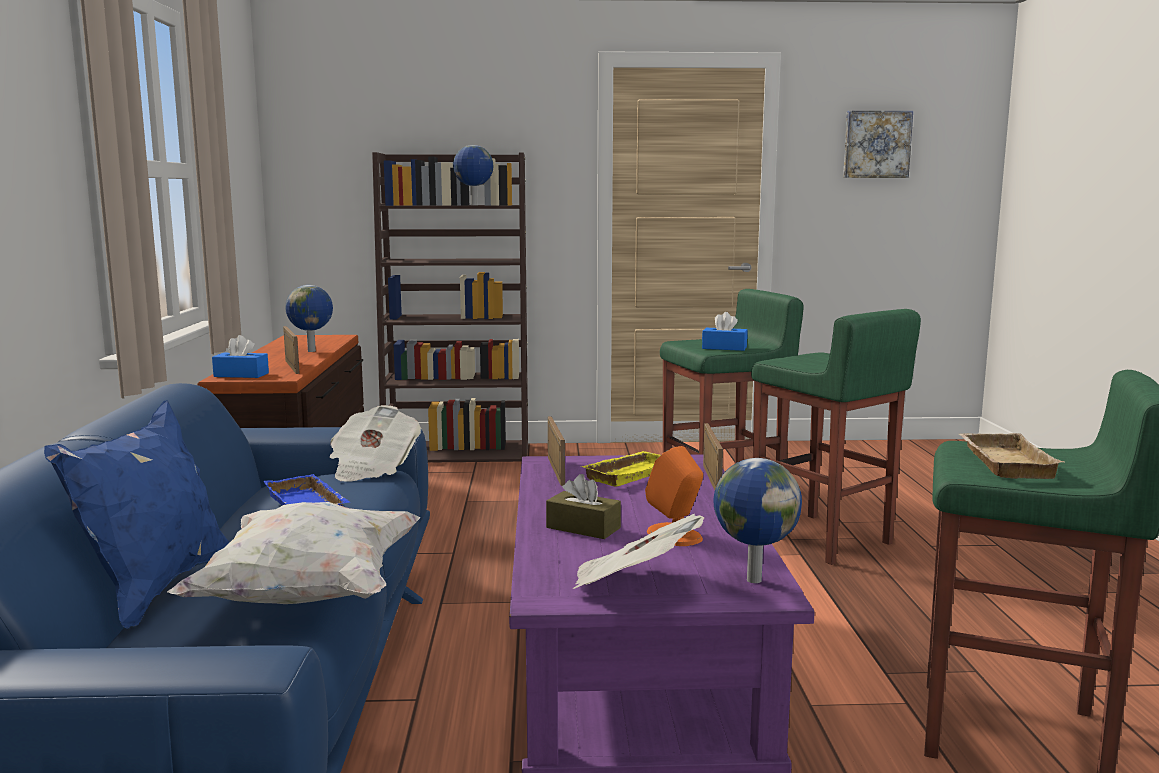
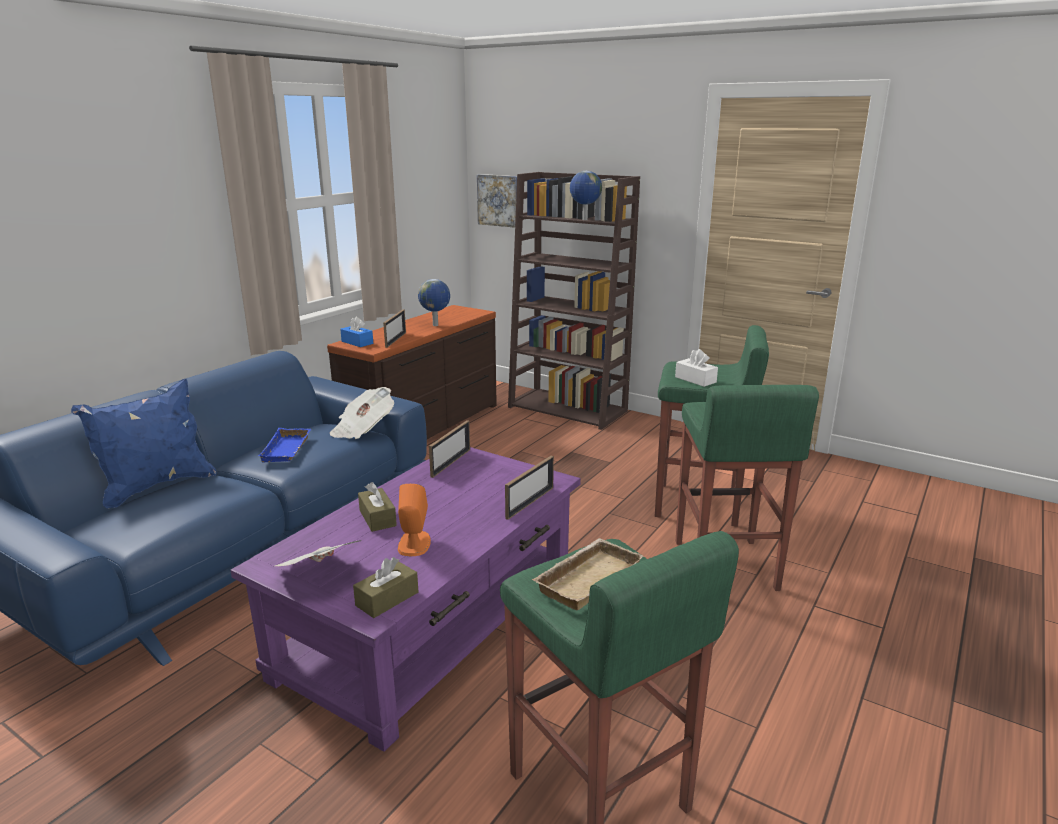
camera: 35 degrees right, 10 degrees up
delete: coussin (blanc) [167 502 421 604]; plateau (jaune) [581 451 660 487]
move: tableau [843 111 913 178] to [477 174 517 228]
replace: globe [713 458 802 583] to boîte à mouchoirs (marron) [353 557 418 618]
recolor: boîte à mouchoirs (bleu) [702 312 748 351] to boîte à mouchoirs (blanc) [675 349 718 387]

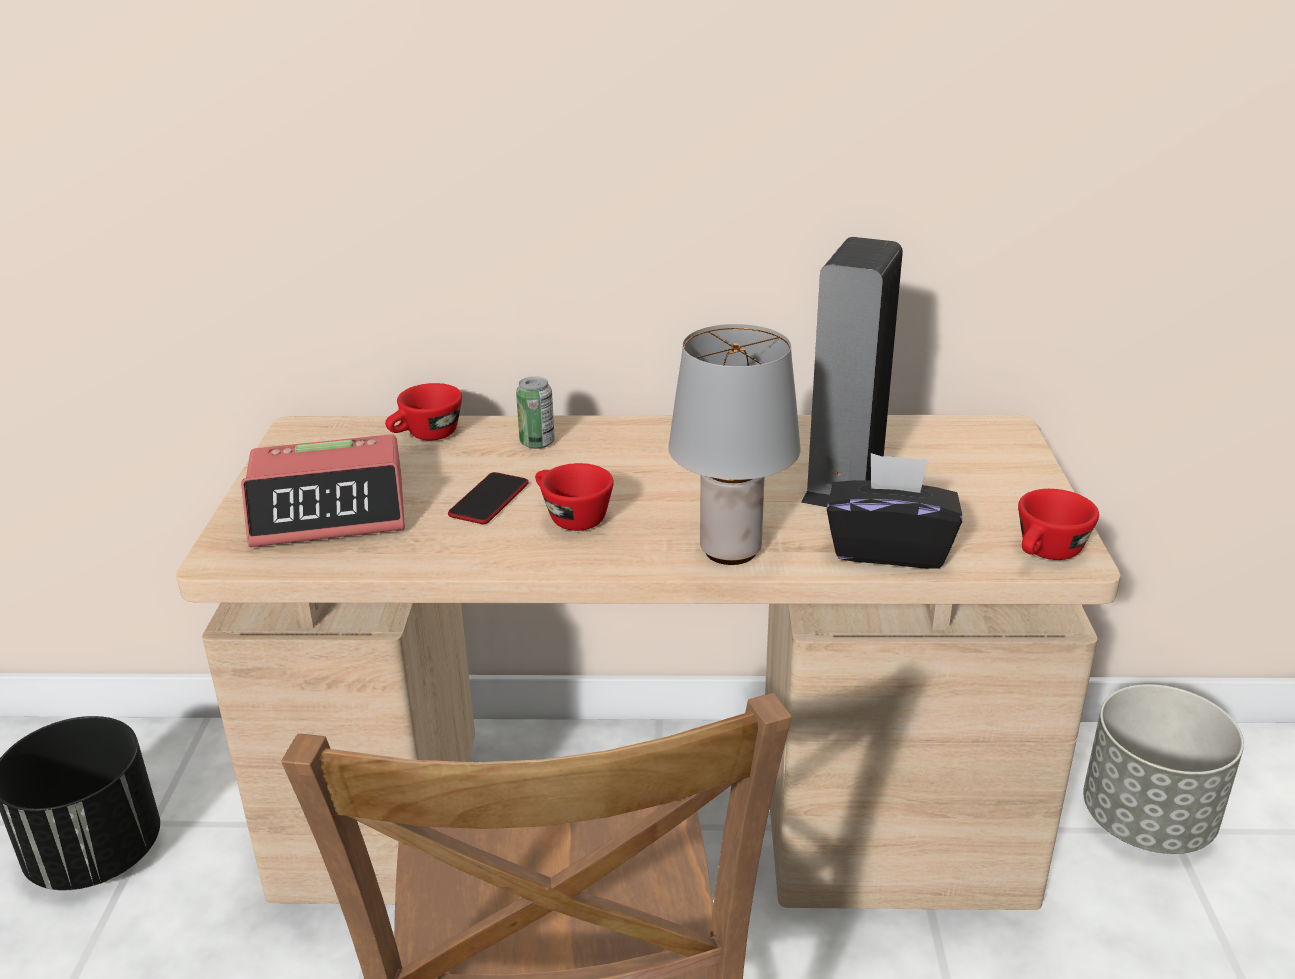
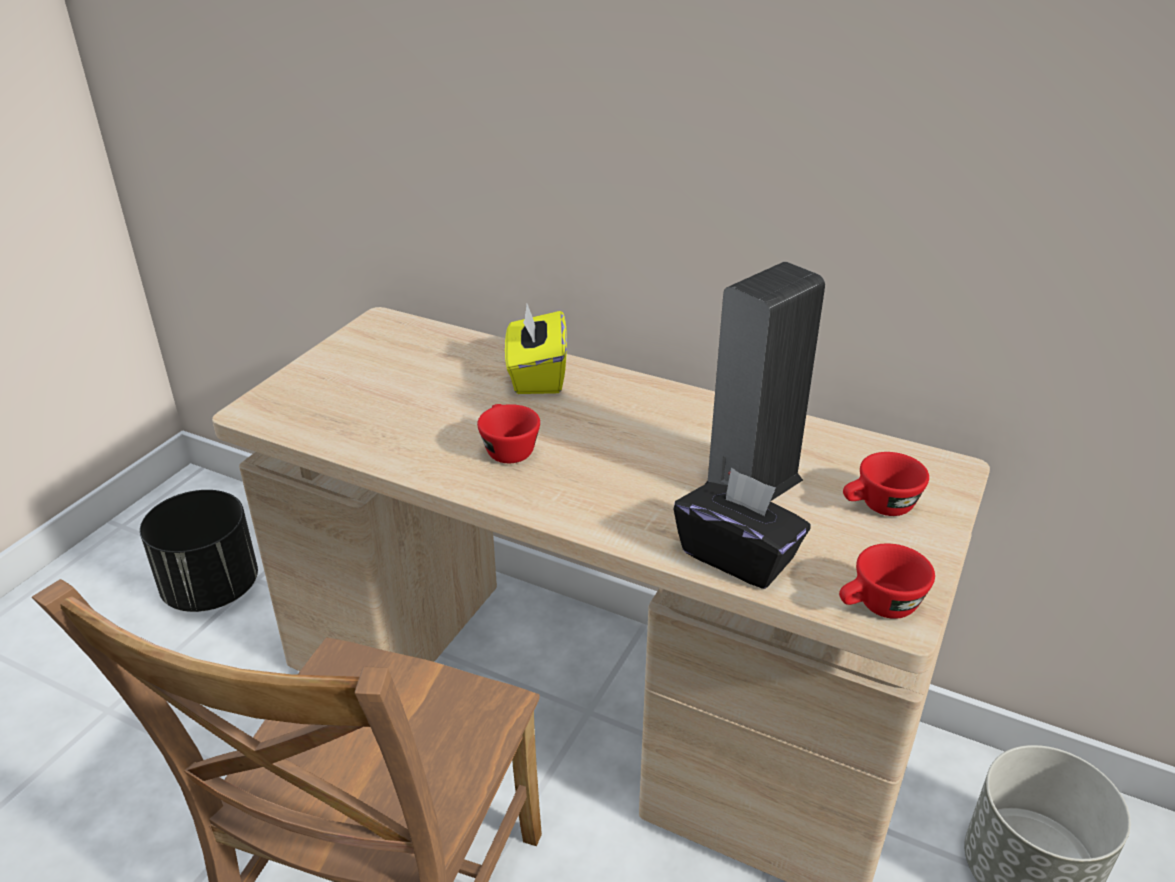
camera: 25 degrees right, 5 degrees up
delete: réveil [241 434 405 547]; téléphone [448 472 528 524]; lampe de table (gris) [669 324 801 565]
move: tasse (rouge) [385 383 462 441] to [843 452 929 516]
replace: boîte métallique [516 376 555 449] to boîte à mouchoirs (jaune) [505 304 567 394]

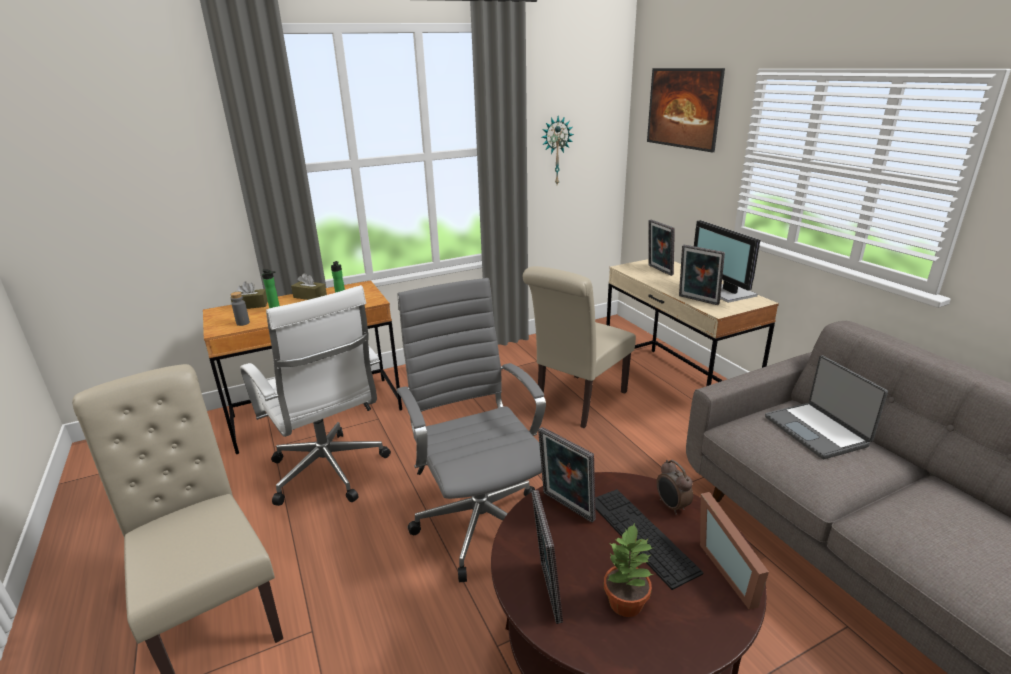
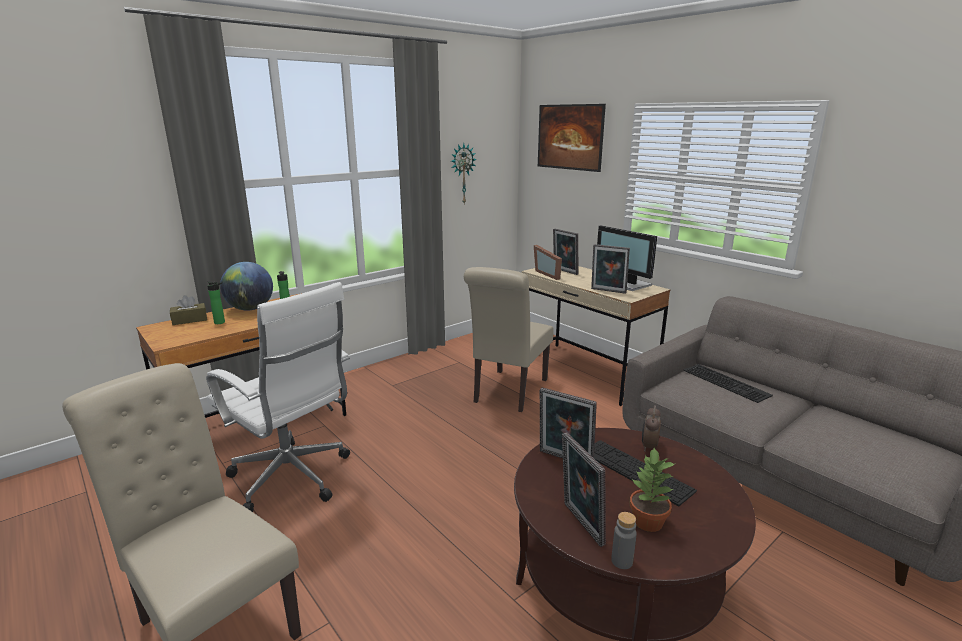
camera: 15 degrees left, 5 degrees down
delete: chaise de bureau (gris) [397 278 546 582]
move: bouteille (gris) [230 292 250 326] to [611 512 637 569]; cadre photo [700 492 769 610] to [534 245 562 280]
replace: boîte à mouchoirs (marron) [291 273 327 300] to globe [220 262 273 311]; ordinateur portable [765 355 888 459] to clavier [683 364 773 403]
rotate: réveil [656 460 693 515] = [642 405 661 452] 60 degrees clockwise

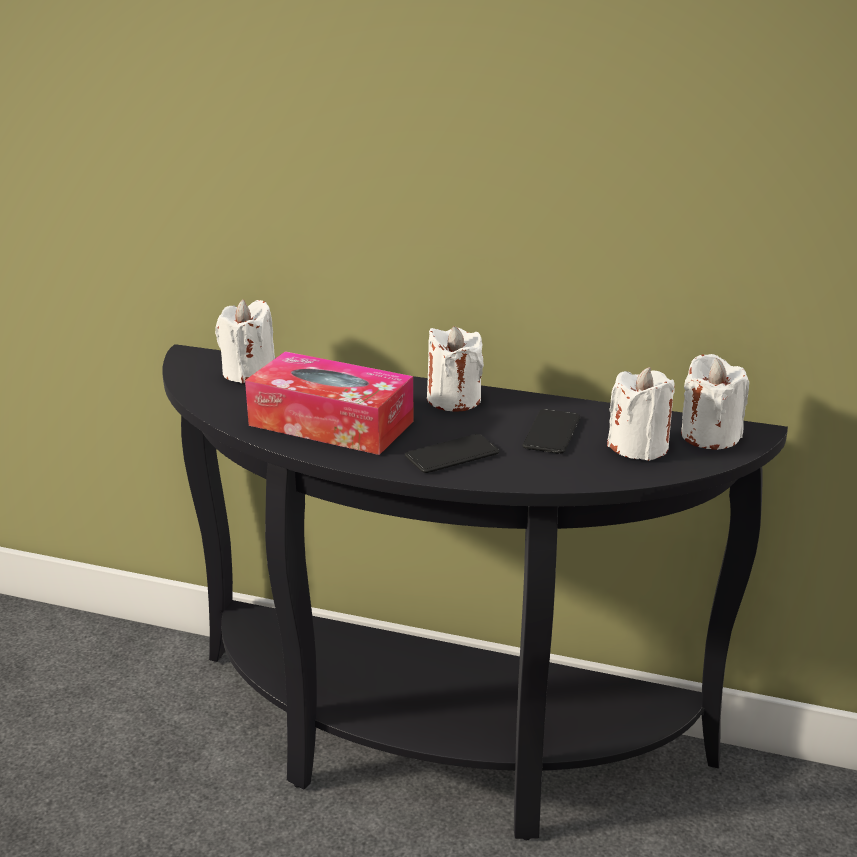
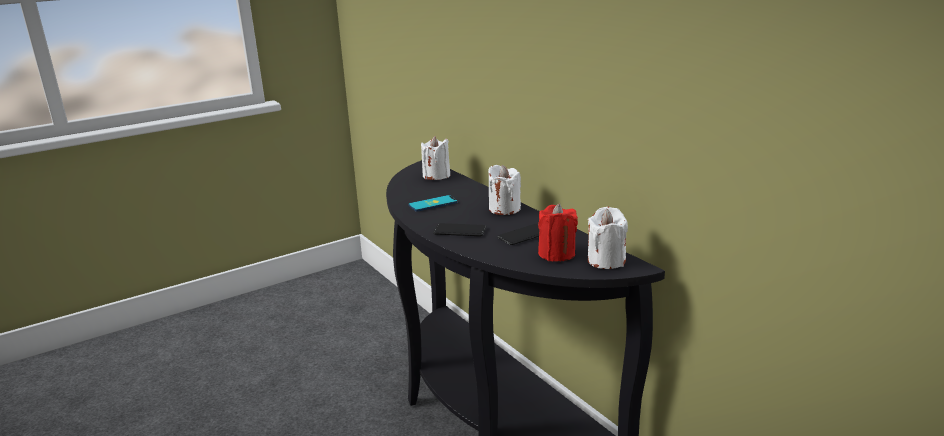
camera: 40 degrees right, 5 degrees down
replace: boîte à mouchoirs [245 351 414 455] to téléphone [408 195 458 212]
recolor: bougie (blanc) [607 367 675 461] to bougie (rouge) [538 204 578 261]

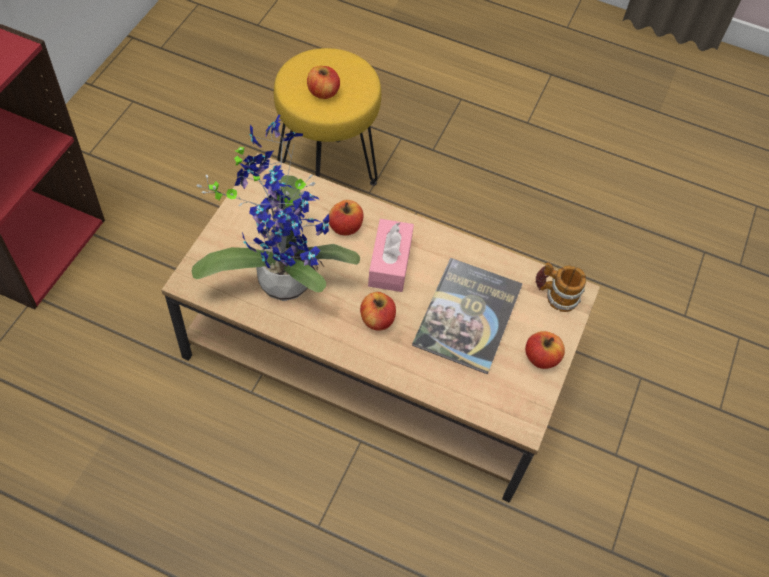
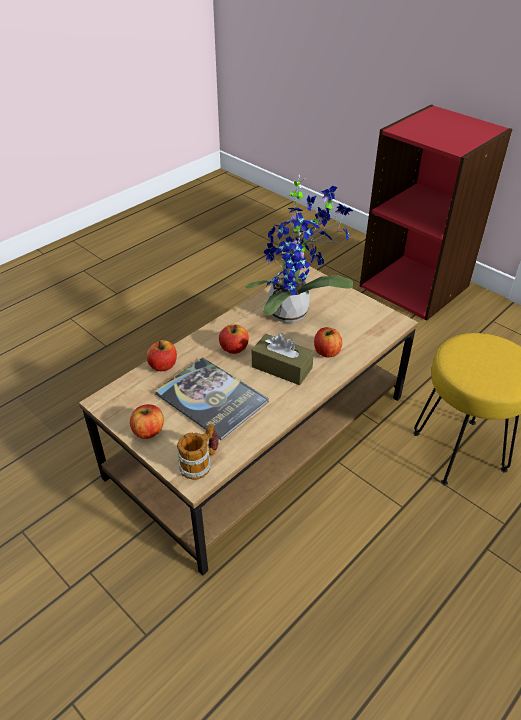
camera: 115 degrees right, 15 degrees down
move: pomme [307 66 340 99] to [147 340 177 371]
recolor: boîte à mouchoirs (rose) [368 219 414 292] to boîte à mouchoirs (marron) [252 333 314 385]

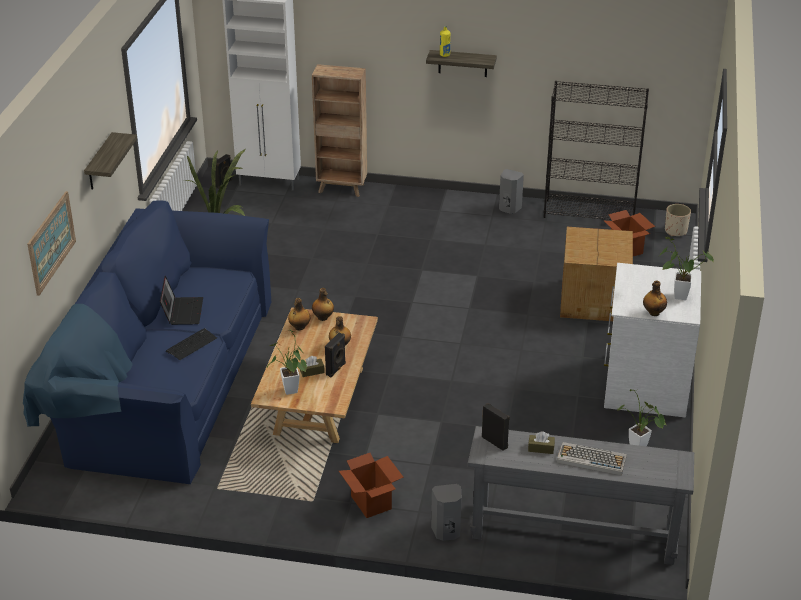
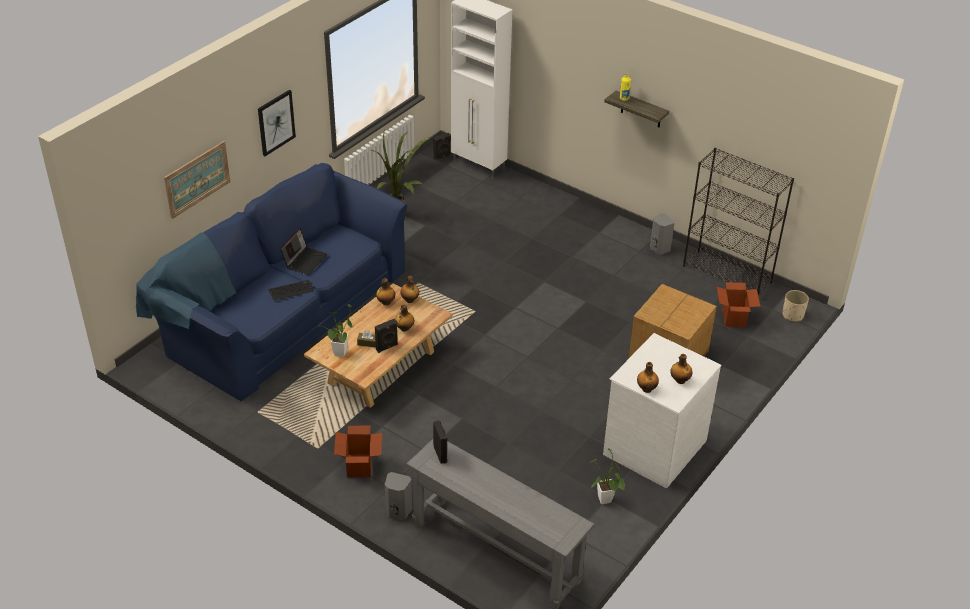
camera: 25 degrees right, 5 degrees up
delete: bibliothèque (marron) [312 64 367 197]; boîte à mouchoirs (marron) [528 431 555 454]; clavier [557 442 627 476]
replace: étagère [84 132 137 190] to tableau [258 90 296 156]; plante en pot [658 236 714 300] to bouteille [670 354 692 384]

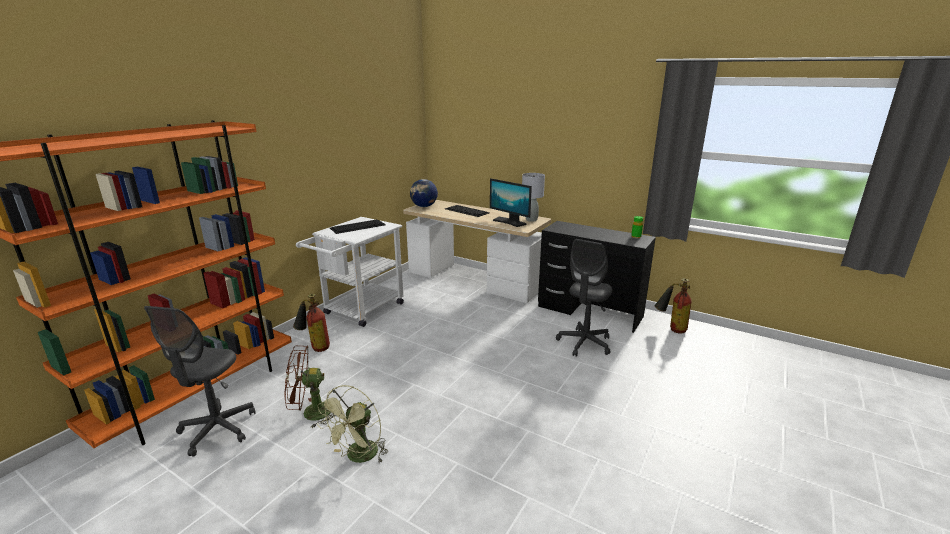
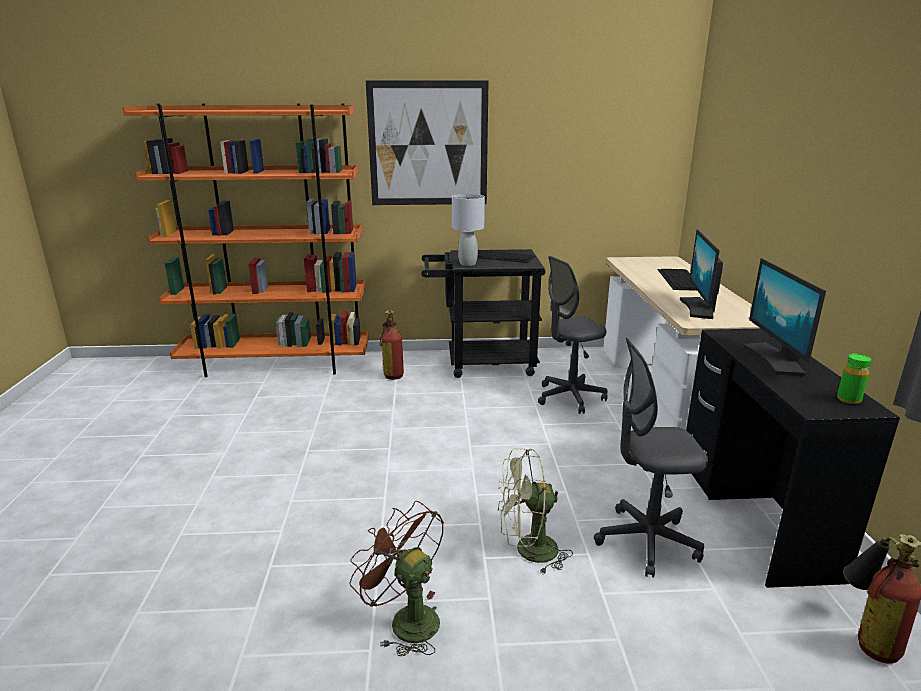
camera: 55 degrees right, 0 degrees up
delete: globe [410 179 438 207]
insert: tableau [366 80 489 205]; écran d'ordinateur [742 258 826 376]
move: chaise de bureau (gris) [144 306 256 457] to [538 256 608 414]; ventilateur (marron) [285 346 335 427] to [349 501 444 656]; ventilateur (vert) [317 385 388 463] to [497 448 573 574]; lampe de table (gris) [522 173 545 222] to [452 194 485 266]
recolor: chariot (blanc) [296 217 404 327] to chariot (noir) [421 249 545 378]

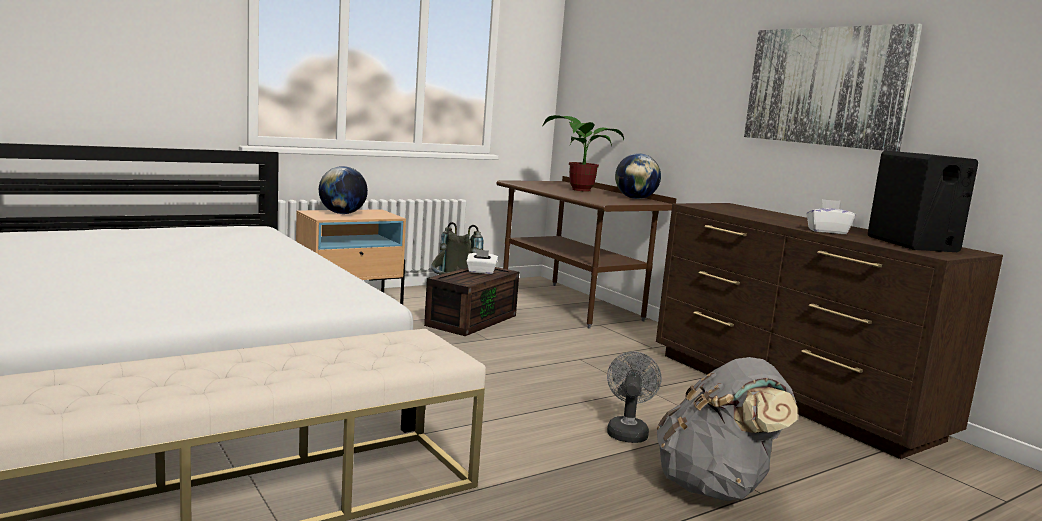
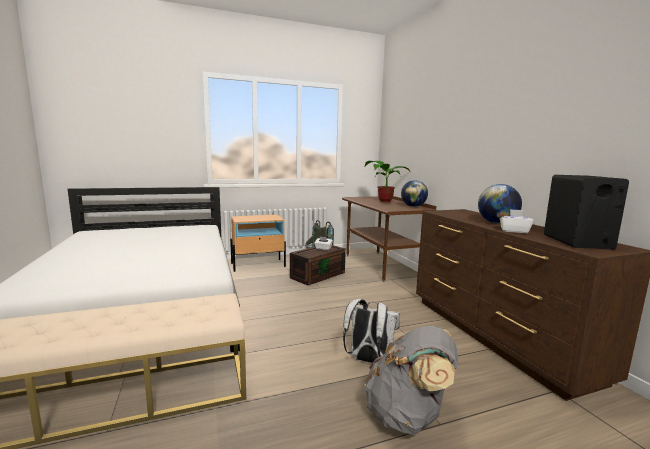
camera: 15 degrees right, 0 degrees up
delete: tableau [744 23 923 152]
move: globe [319 166 368 214] to [478 184 522 224]
replace: ventilateur (gris) [607 352 661 443] to sac à dos (blanc) [343 299 400 363]

